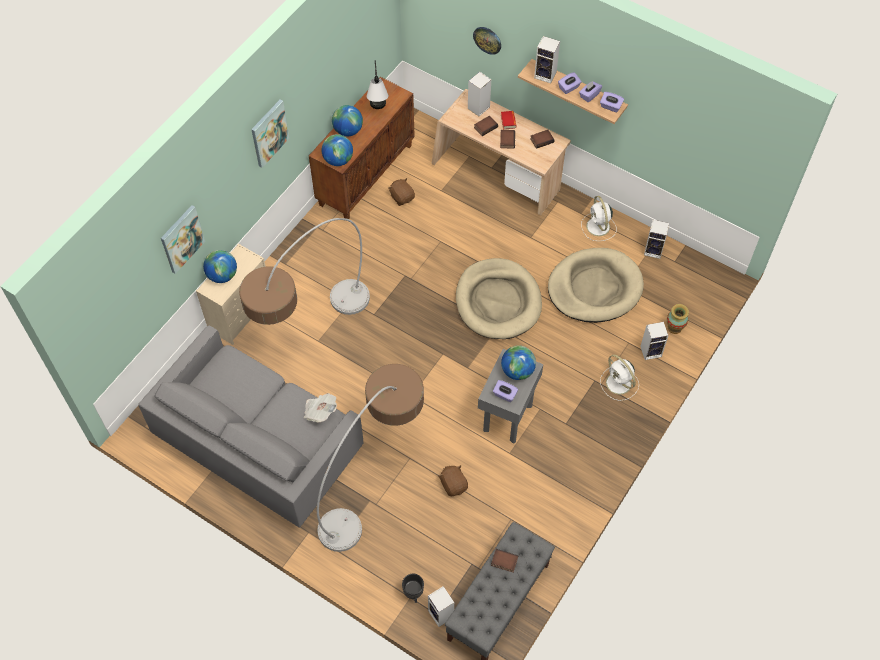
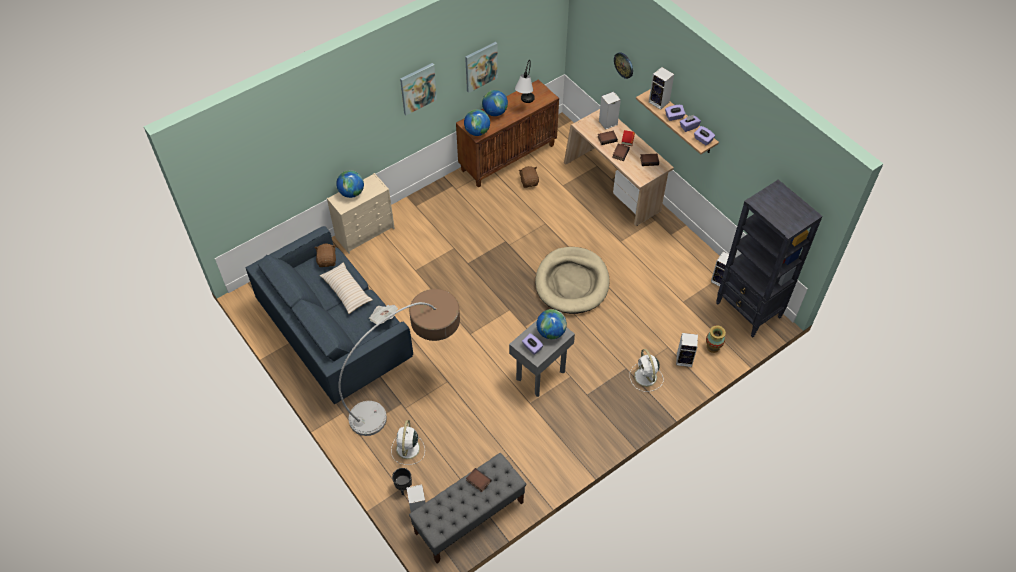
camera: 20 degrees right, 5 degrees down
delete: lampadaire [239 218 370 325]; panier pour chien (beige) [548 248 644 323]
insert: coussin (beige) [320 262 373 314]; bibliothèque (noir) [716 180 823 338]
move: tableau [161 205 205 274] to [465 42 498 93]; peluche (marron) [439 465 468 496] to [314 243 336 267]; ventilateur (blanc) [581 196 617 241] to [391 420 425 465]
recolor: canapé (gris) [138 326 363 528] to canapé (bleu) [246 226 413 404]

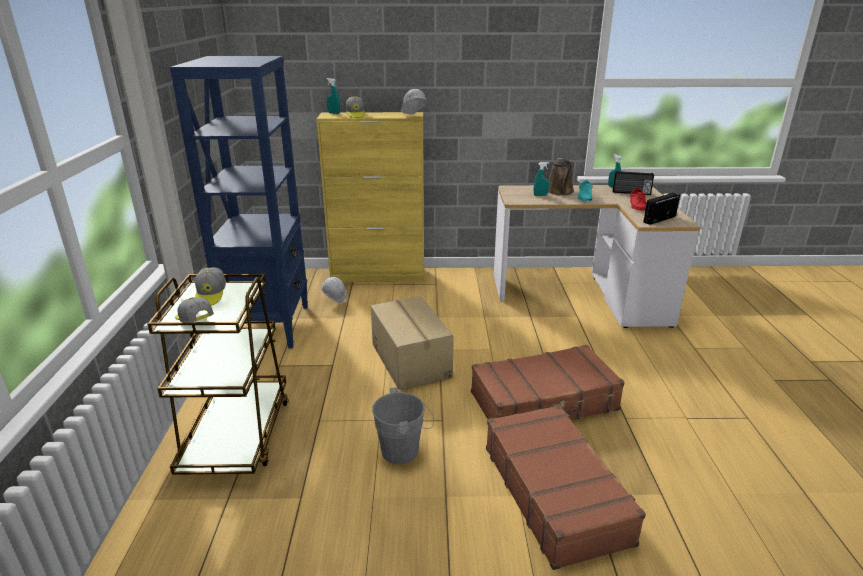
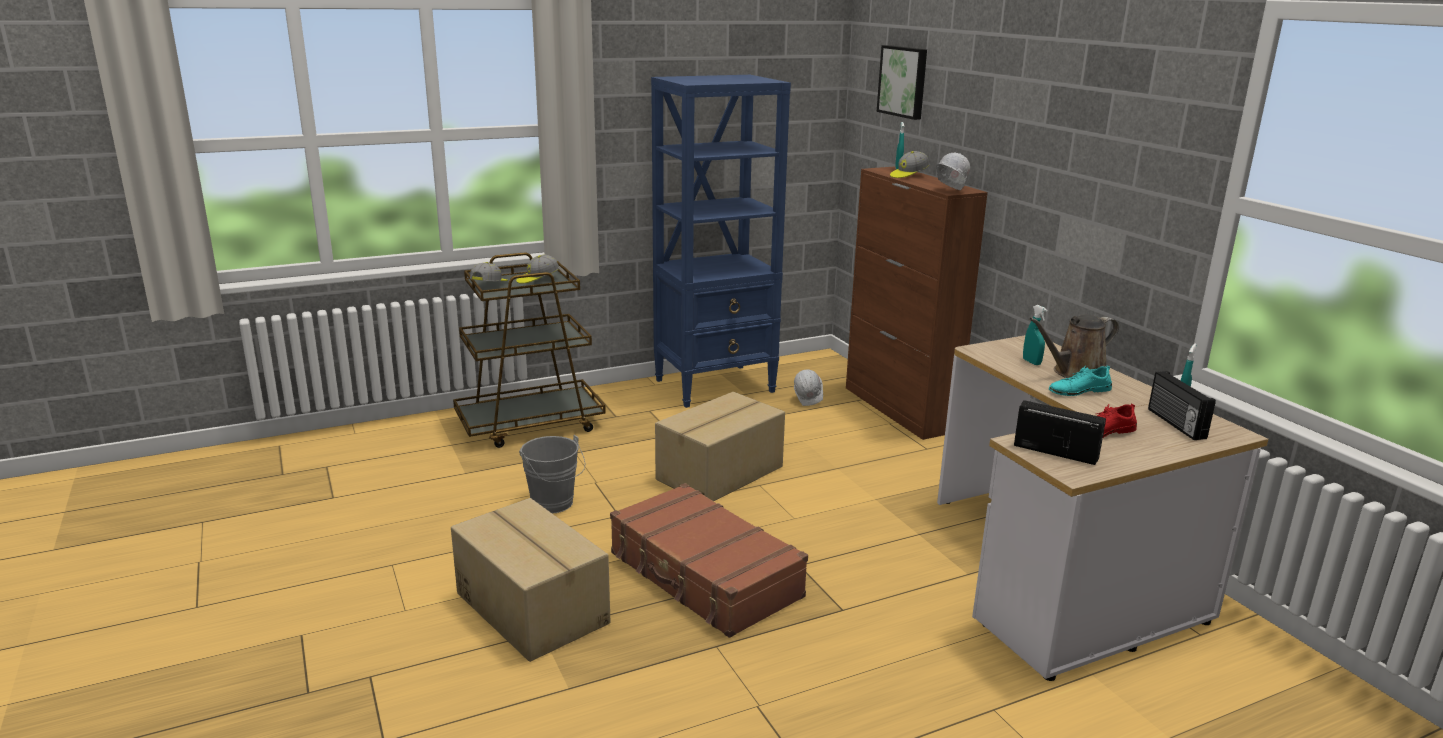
camera: 65 degrees right, 5 degrees down
insert: tableau [877 45 927 120]
replace: valise (marron) [486 405 646 570] to carton [451 498 610 662]
recolor: meuble de rangement (jaune) [316 112 424 282] to meuble de rangement (marron) [846 166 988 440]

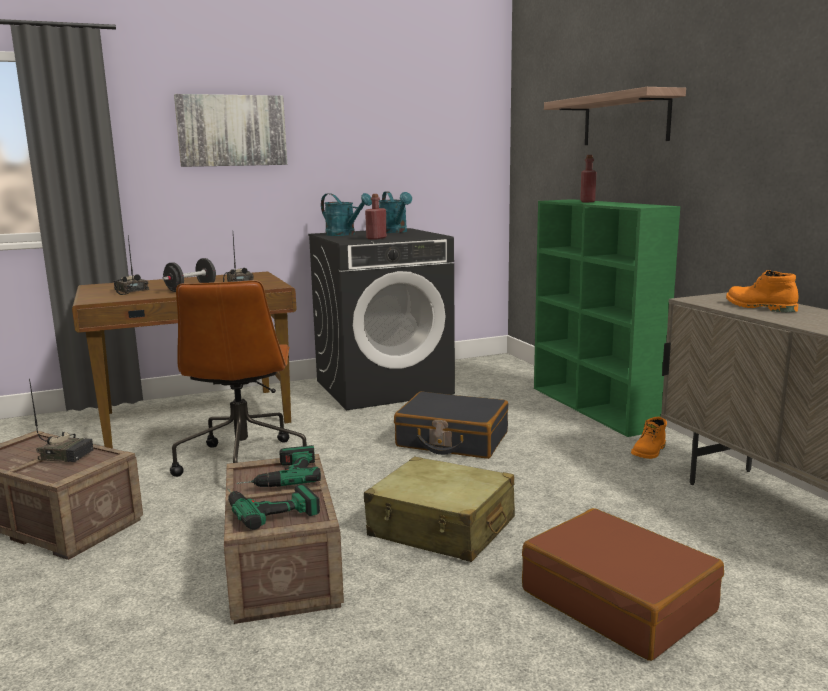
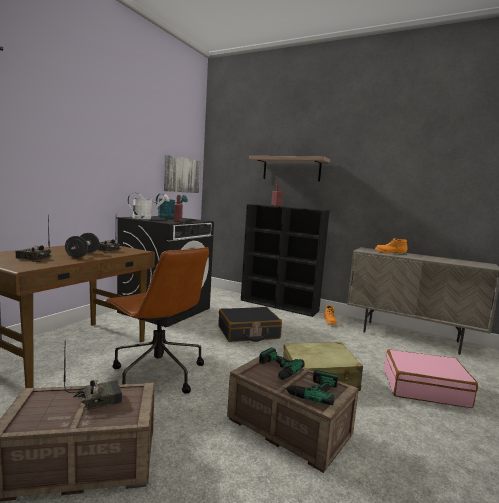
camera: 40 degrees left, 5 degrees down
move: tableau [174 94 287 167] to [164 155 200 193]
recolor: arrosoir (turquoise) [321 193 372 236] to arrosoir (blanc) [128 193 170 219]; valise (marron) [522 508 724 661] to valise (rose) [384 349 478 408]; bibliothèque (vert) [534 199 680 437] to bibliothèque (noir) [241 204 330 317]

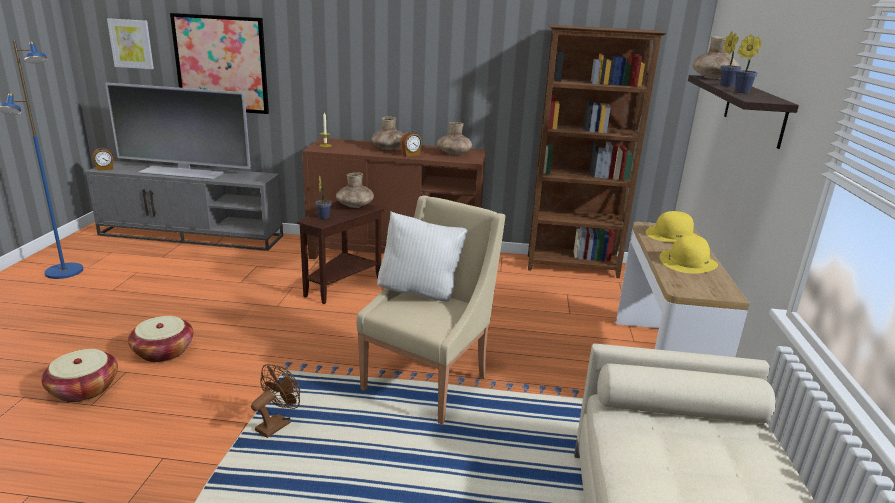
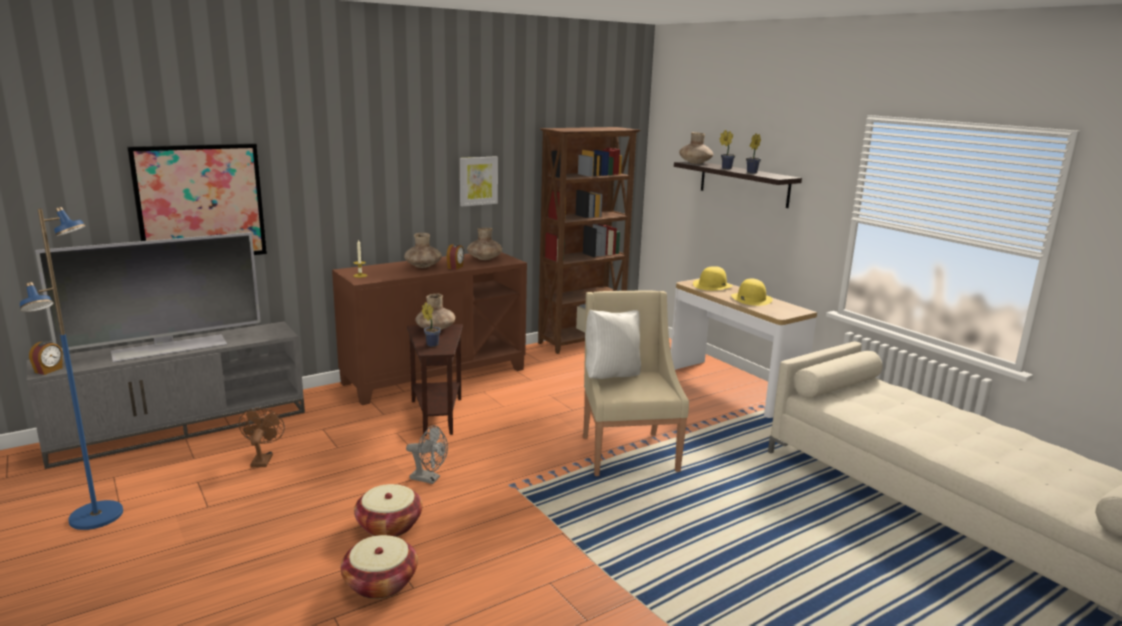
camera: 40 degrees left, 5 degrees down
insert: ventilateur (gris) [406 425 448 484]
move: tableau [107 19 154 69] to [460 156 498 206]; ventilateur (marron) [251 364 300 438] to [239 408 285 468]

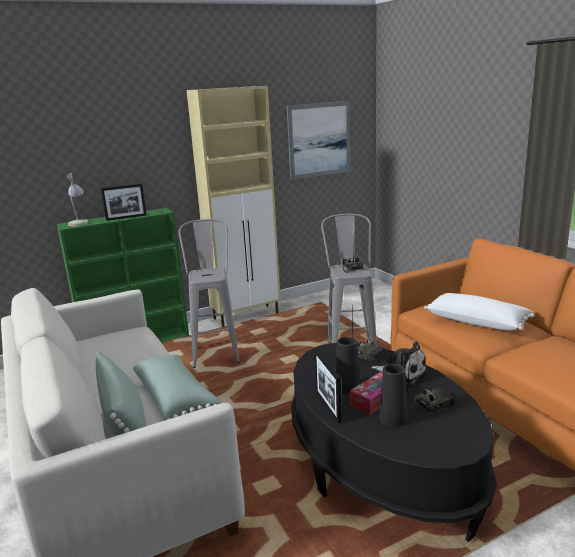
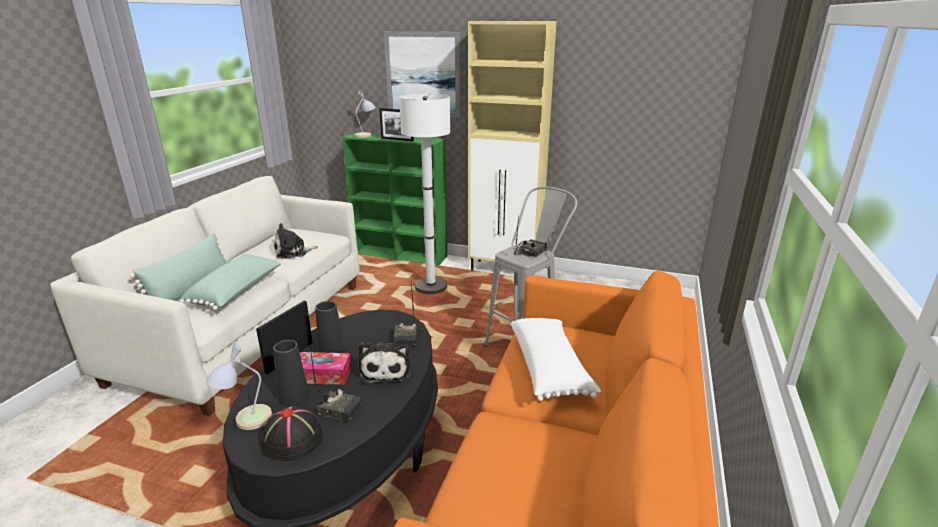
camera: 45 degrees right, 5 degrees up
insert: lampe de table [206 342 272 430]; chapeau (noir) [261 406 323 461]; peluche [274 223 318 259]
move: tableau [287 101 351 180] to [384 31 461 118]
replace: tabouret (gris) [179 219 240 368] to lampadaire (blanc) [399 93 451 294]

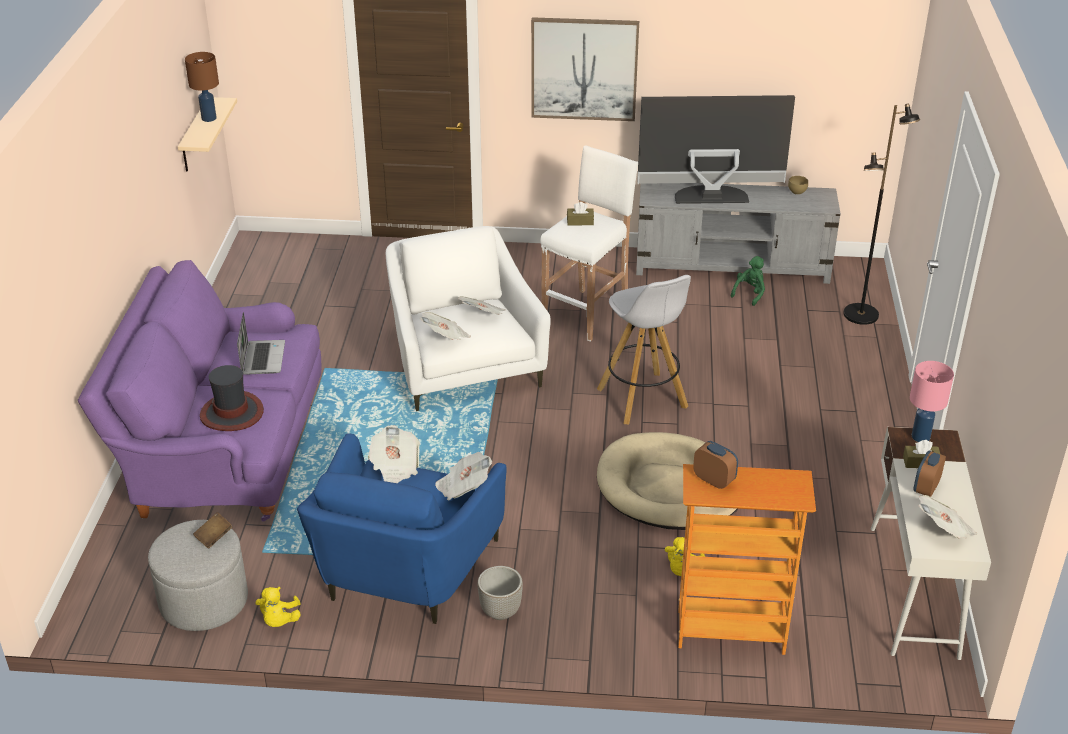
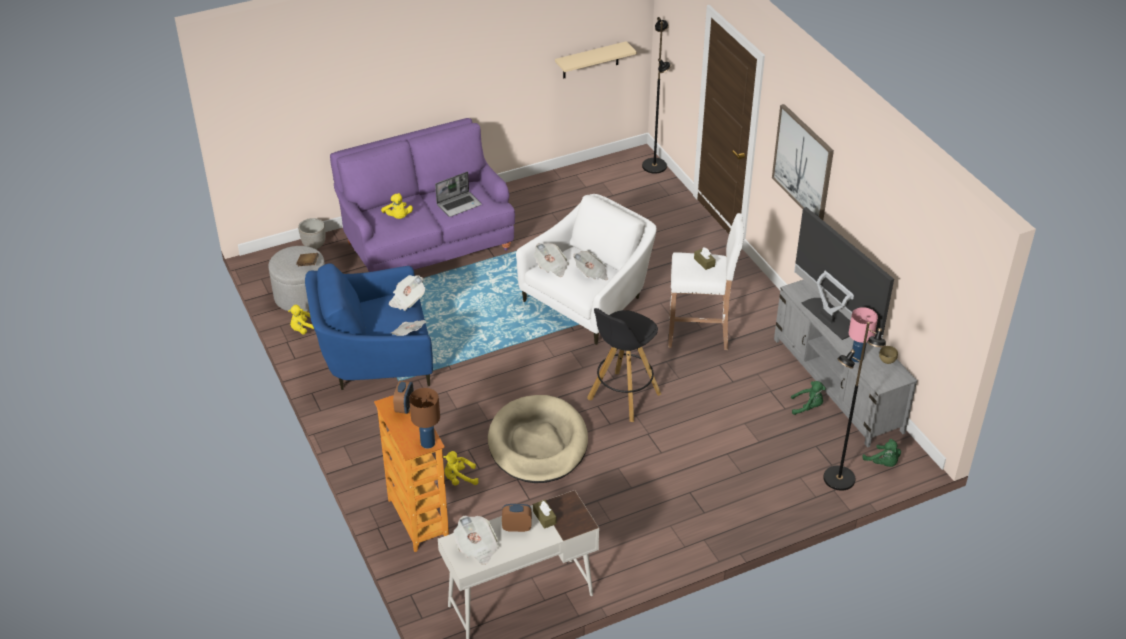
camera: 60 degrees right, 5 degrees up
insert: lampadaire (noir) [642 17 671 174]; peluche (vert) [862 439 901 467]
move: lampe de table (marron) [185 52 219 122] to [409 388 440 449]; cache-pot [478 566 523 620] to [298 218 325 250]; lampe de table (rose) [910 361 954 442] to [849 307 878 363]
replace: chapeau [200 365 264 431] to peluche (jaune) [381 193 413 219]
recolor: tabouret (blanc) [597 275 691 424] to tabouret (noir) [587 308 661 422]

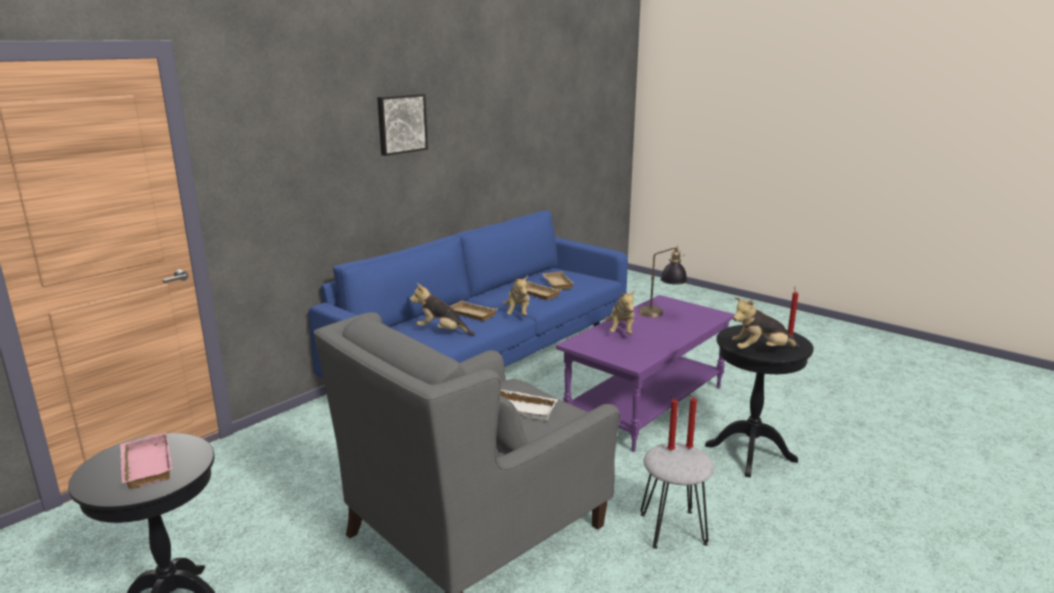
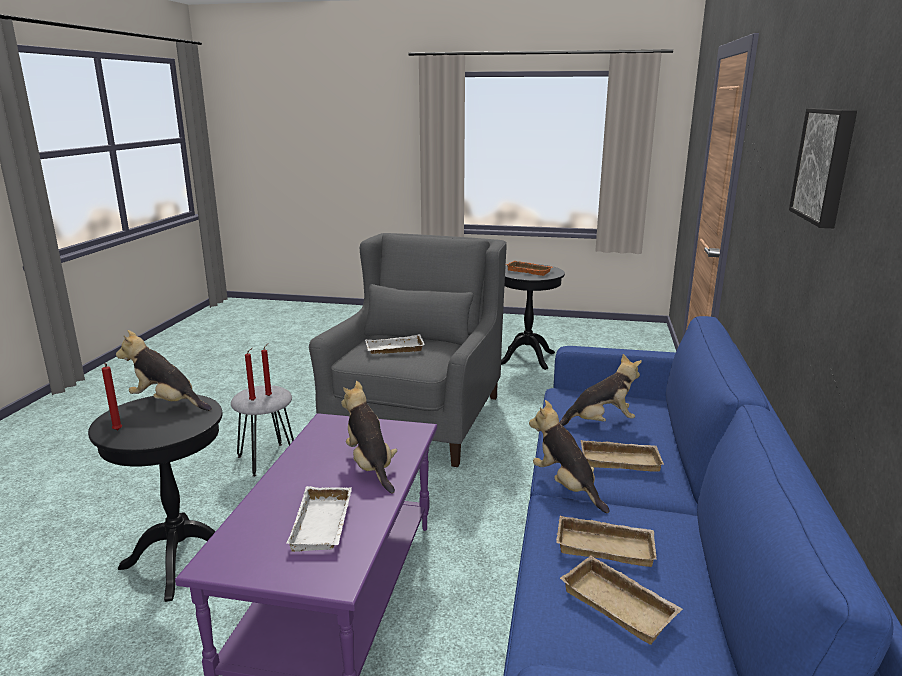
camera: 150 degrees right, 0 degrees up
replace: lampe de table [638 245 687 317] to plateau (blanc) [286 486 352 552]
recolor: plateau (rose) [120 432 172 489] to plateau (orange) [506 261 552 276]
rotate: peluche [732 297 799 349] = [116 330 212 411] 120 degrees counterclockwise

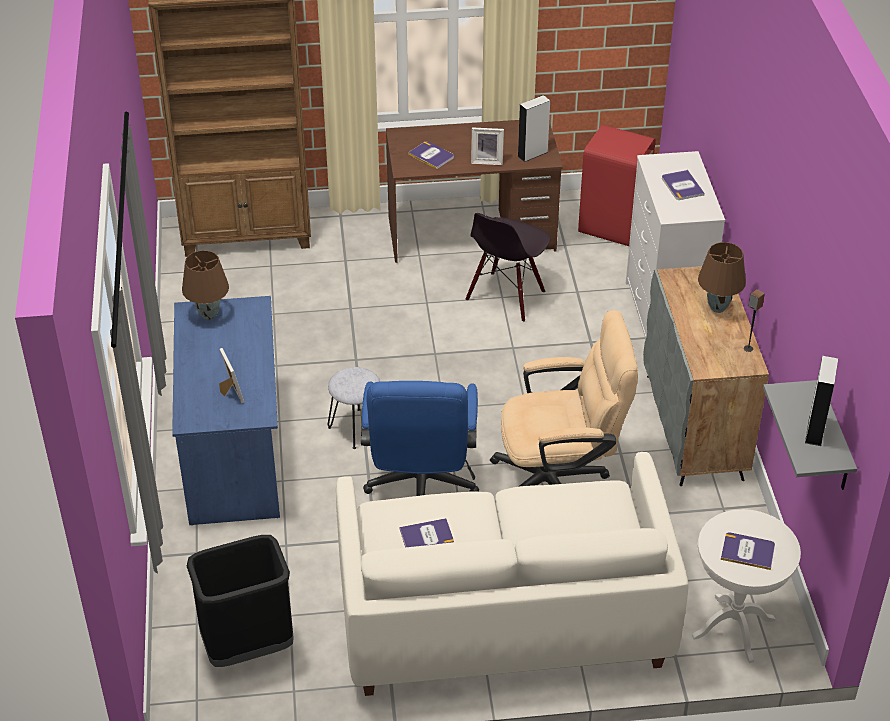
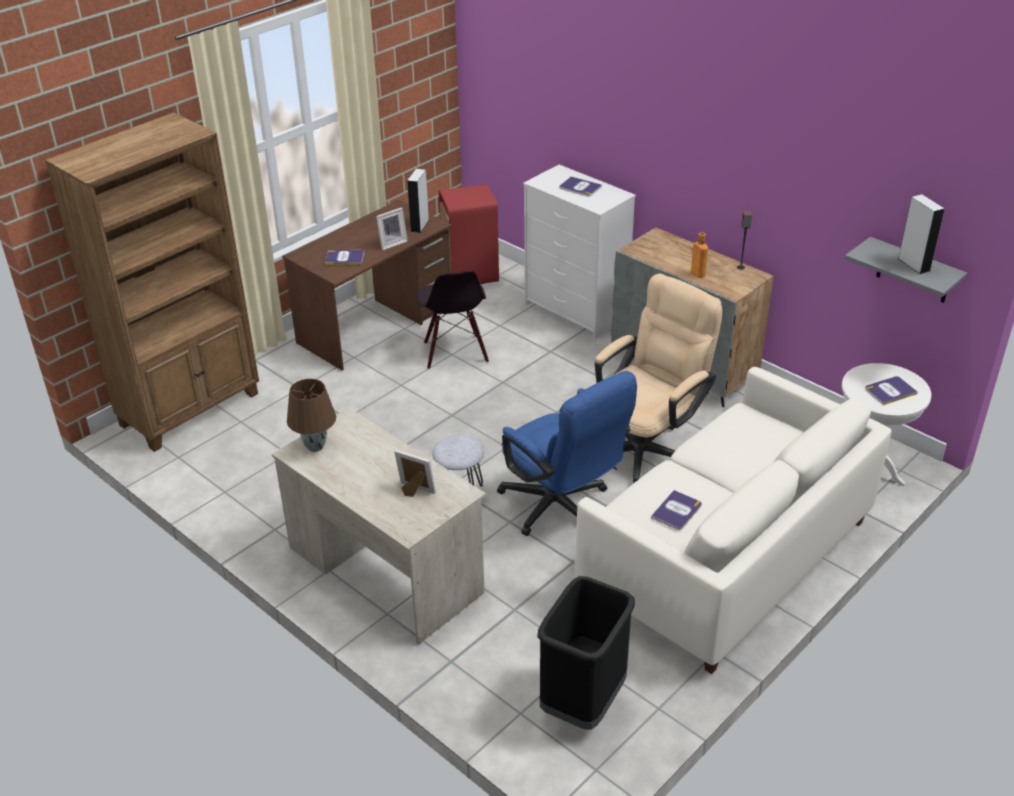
camera: 40 degrees left, 5 degrees down
delete: lampe de table (marron) [698 242 746 313]
insert: bouteille (orange) [691 232 708 278]
recolor: bureau (bleu) [172 296 280 525] to bureau (beige) [272 408 486 645]

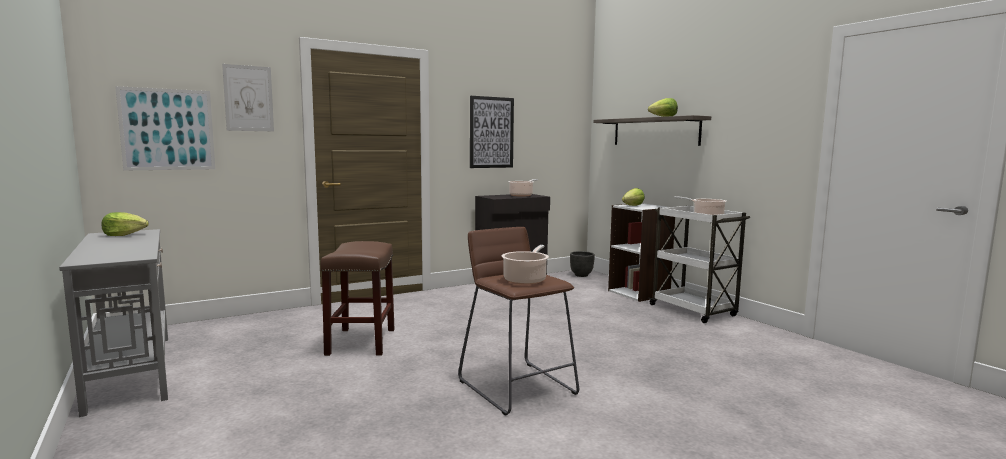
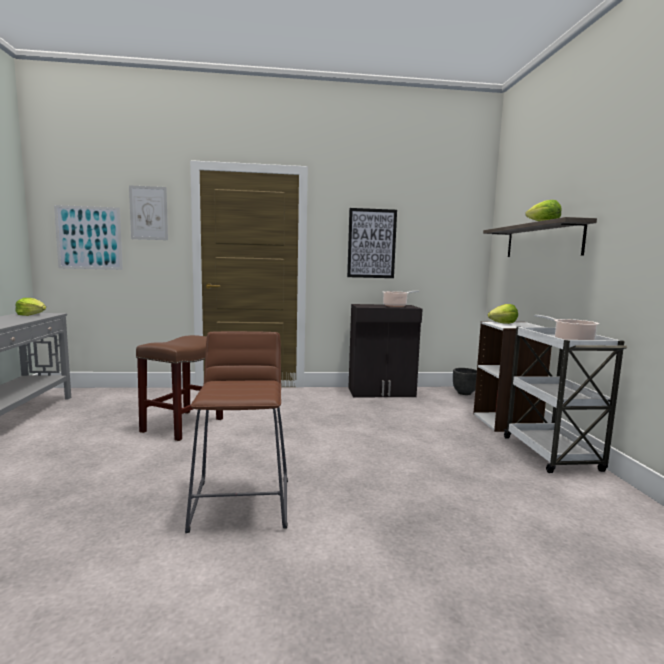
camera: 25 degrees right, 0 degrees up
delete: marmite [502 245 549 285]

